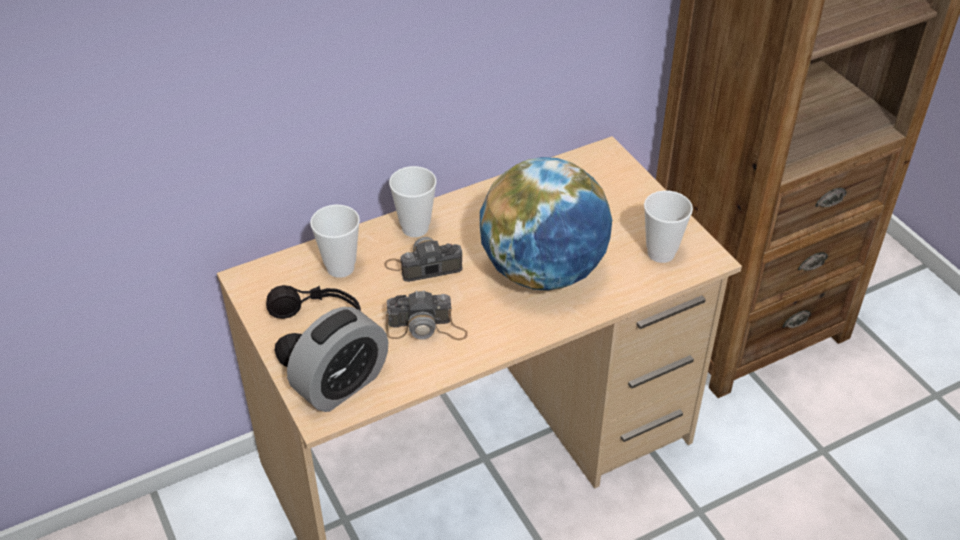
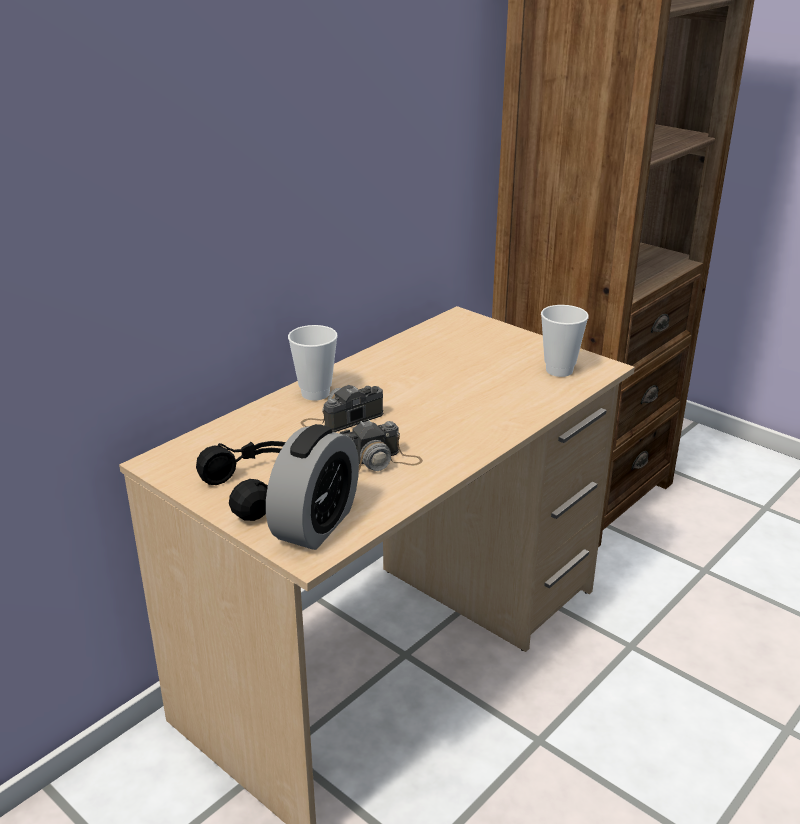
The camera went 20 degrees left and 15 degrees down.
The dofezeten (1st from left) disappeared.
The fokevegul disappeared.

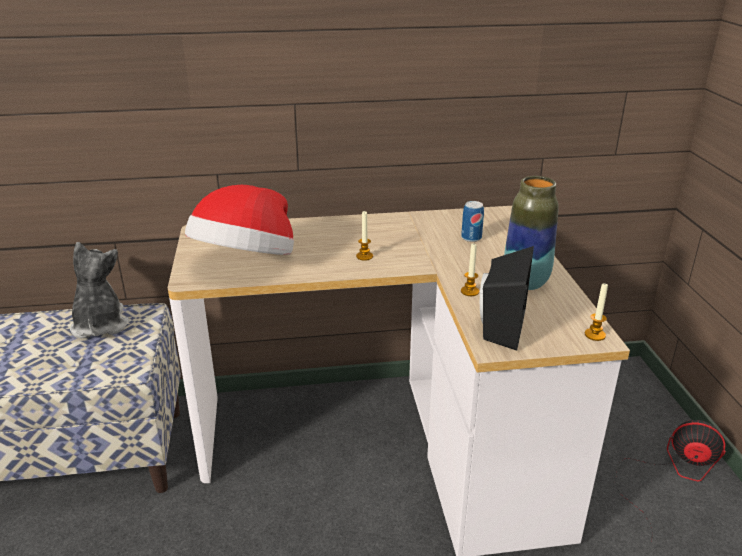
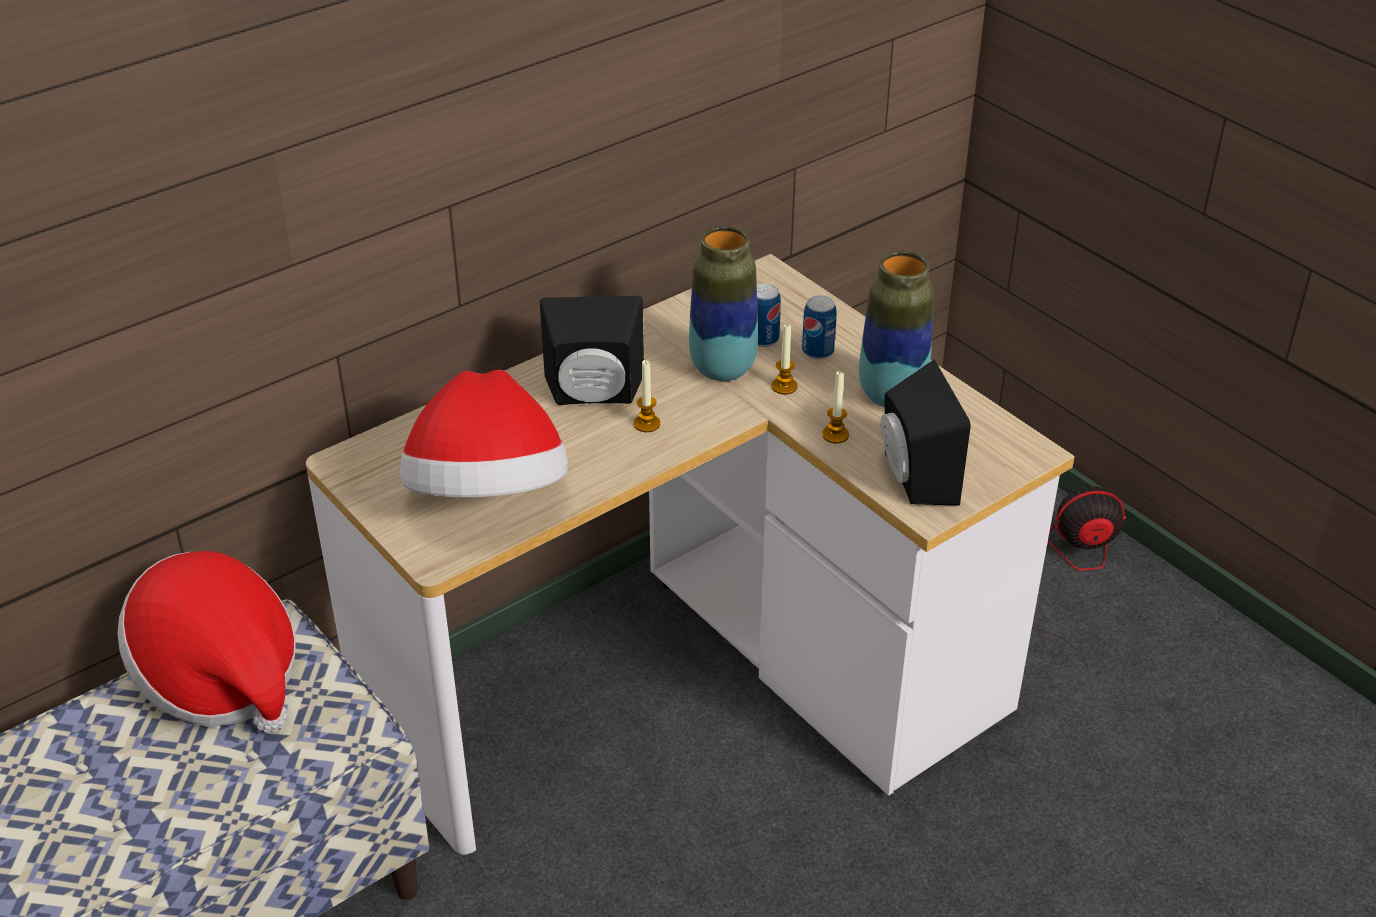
The camera went 30 degrees left and 10 degrees up.
The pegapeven was replaced by the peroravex (1st from left).
The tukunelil (3rd from left in the first image) moved.
The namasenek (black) (1st from left) appeared.
The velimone (1st from left) appeared.
The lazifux (2nd from left) appeared.

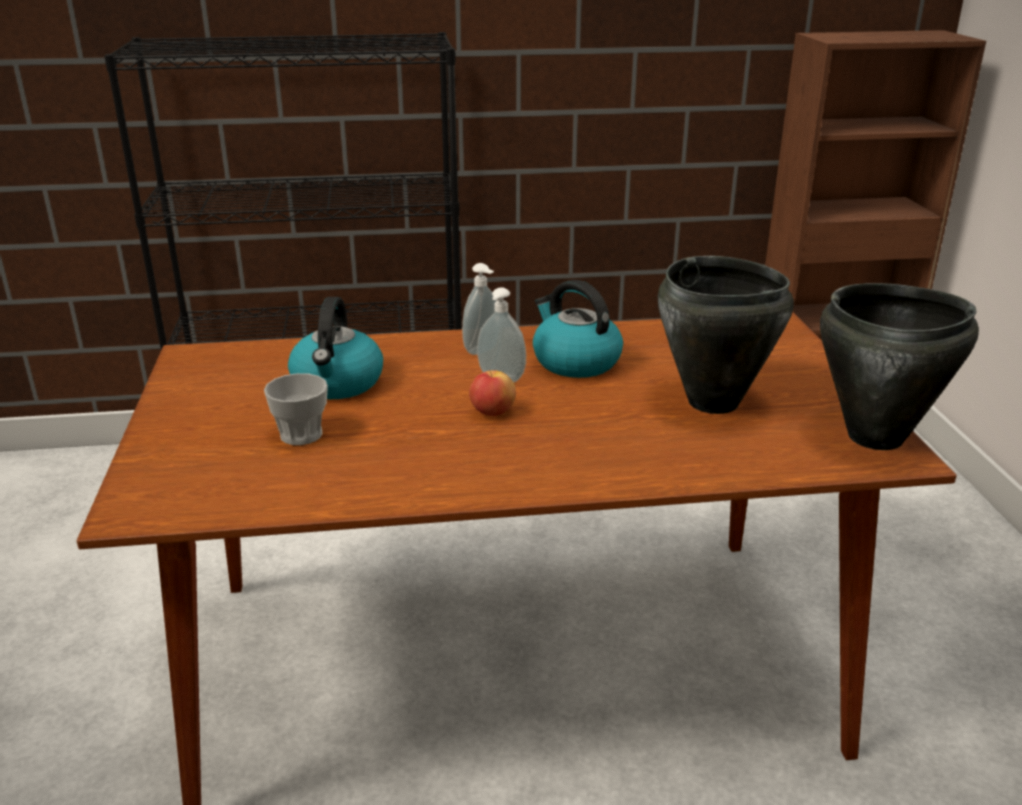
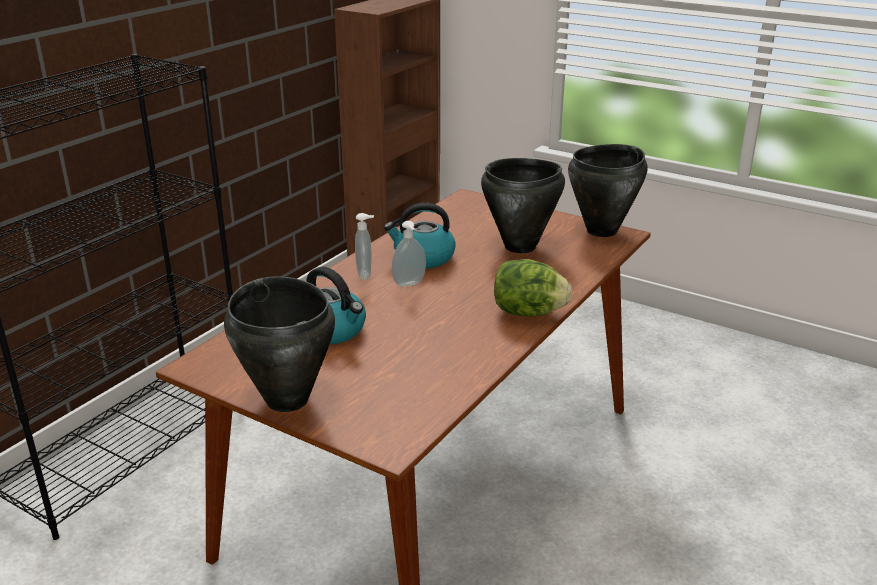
The camera went 50 degrees left and 0 degrees up.
The dofezeten disappeared.
The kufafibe disappeared.
The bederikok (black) (1st from left) appeared.
The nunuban appeared.

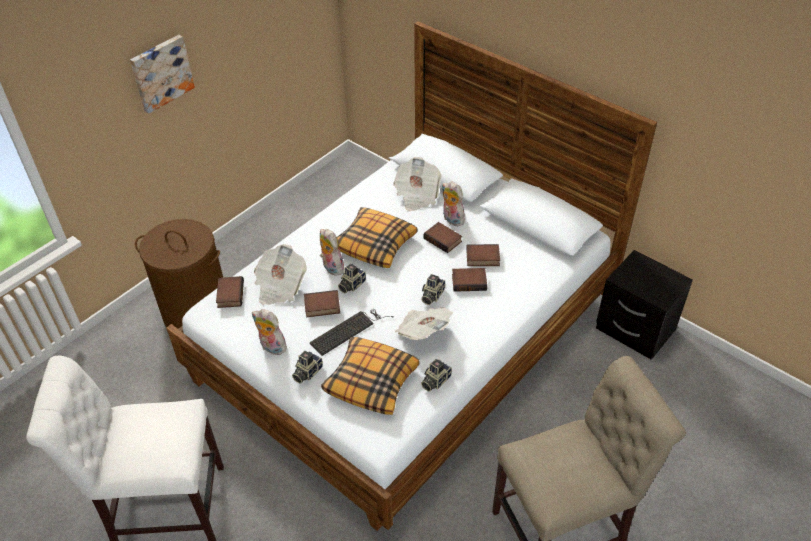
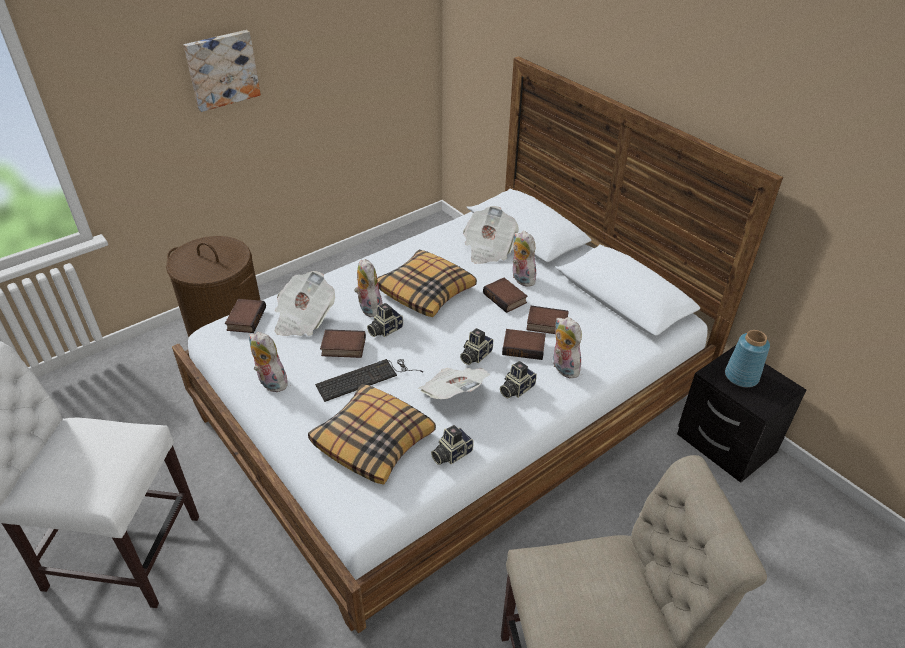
The camera went 10 degrees right and 5 degrees down.
The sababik (1st from left in the first image) moved.
The pegapeven (4th from left) appeared.
The velimone (blue) appeared.

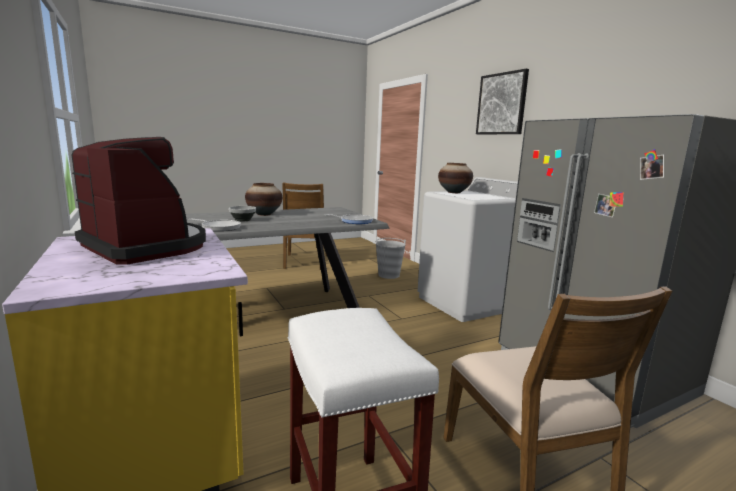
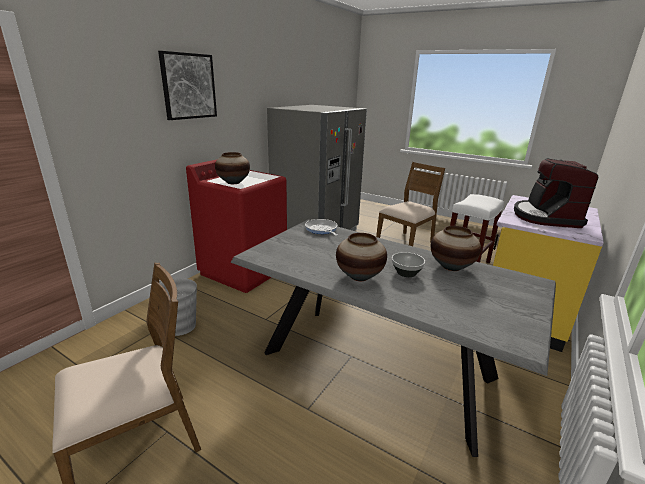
The camera went 120 degrees left and 10 degrees up.
The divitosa (1st from left) was replaced by the velimone (3rd from left).
The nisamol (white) became the nisamol (red).

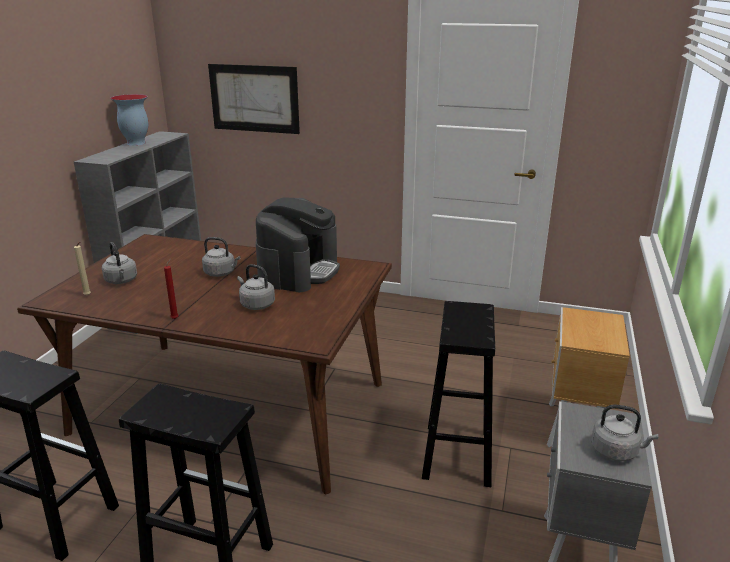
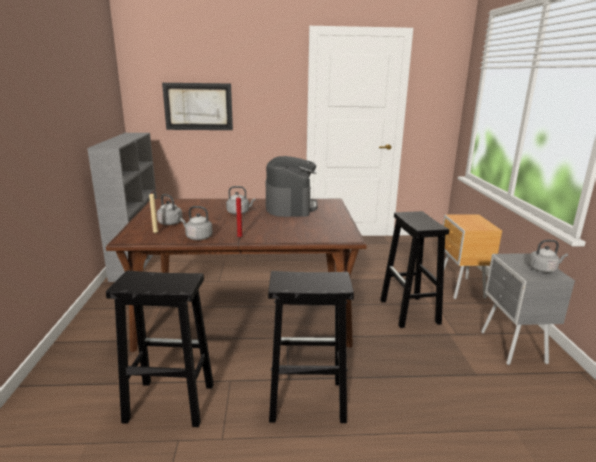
The camera went 20 degrees left and 5 degrees down.
The velimone disappeared.
The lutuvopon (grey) (3rd from left in the first image) moved.

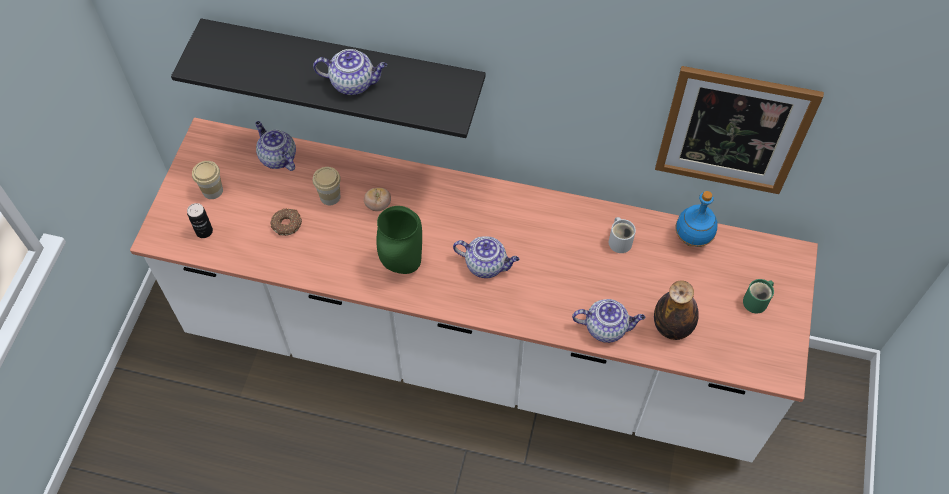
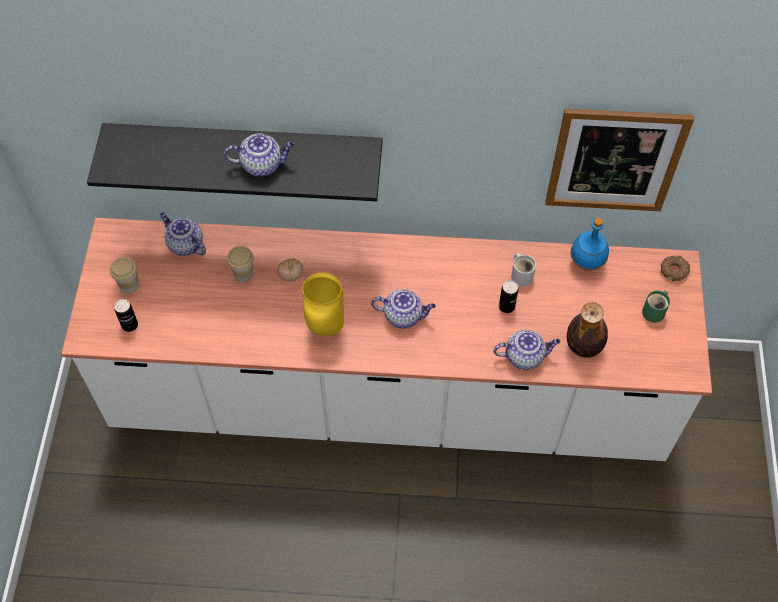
The camera went 10 degrees left and 0 degrees up.
The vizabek moved.
The velimone (green) became the velimone (yellow).
The lazifux (2nd from left) appeared.

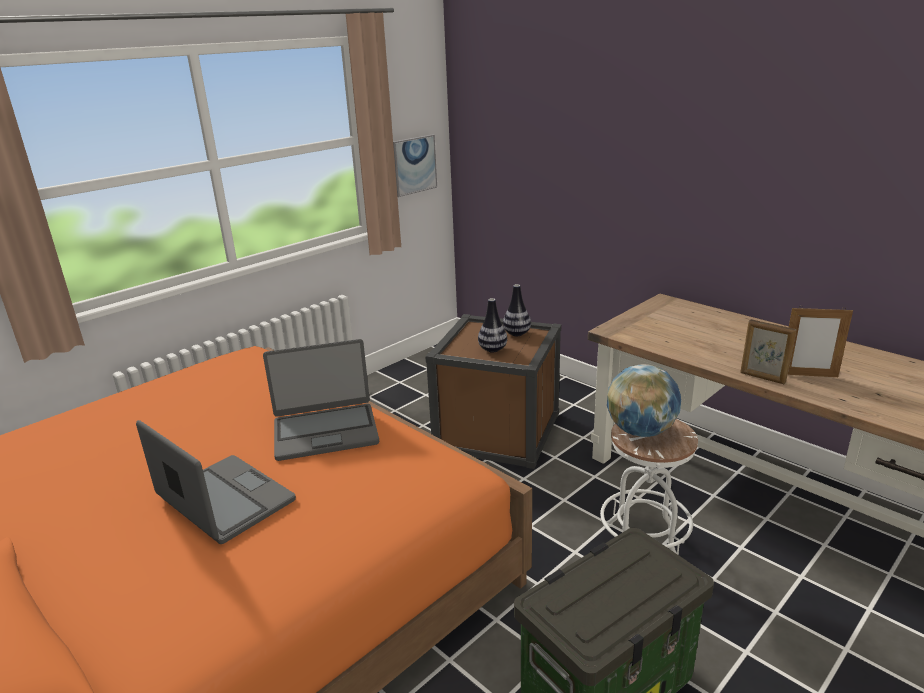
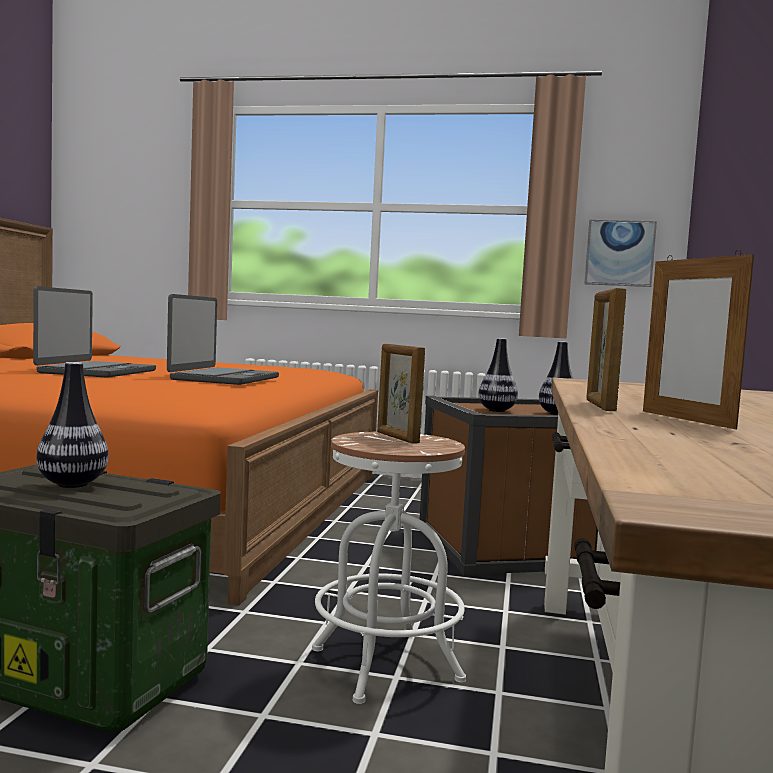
The camera went 55 degrees right and 20 degrees down.
The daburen (2nd from left) turned 120 degrees counterclockwise.
The fokevegul was replaced by the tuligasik (1st from left).
The velimone (1st from left) appeared.

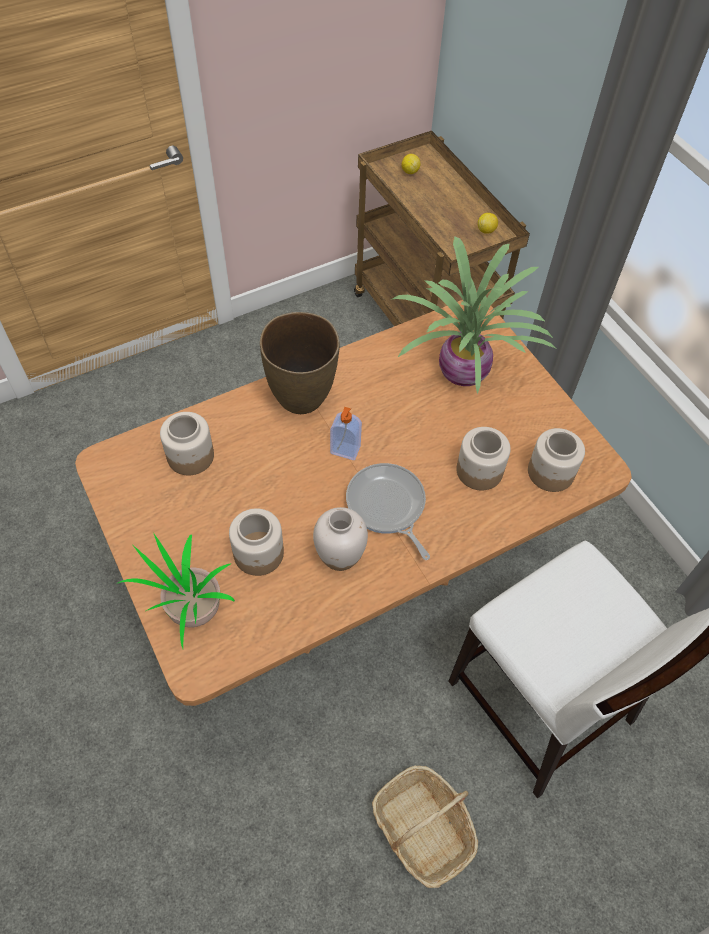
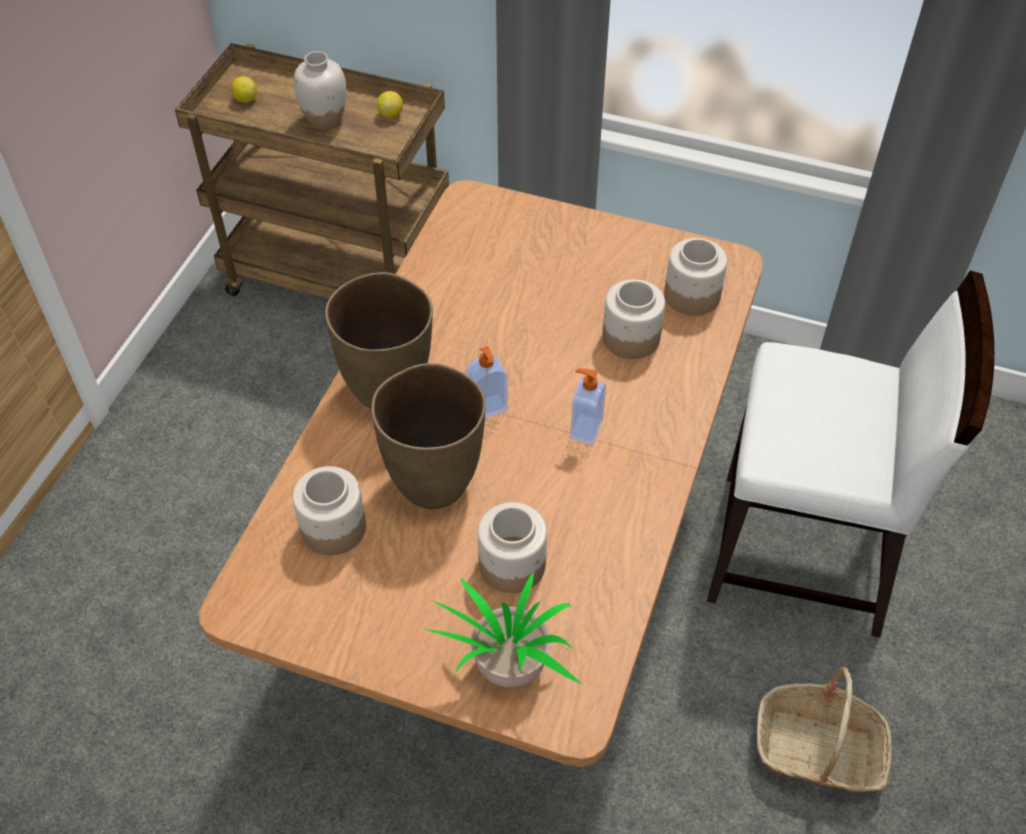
The camera went 40 degrees left and 5 degrees down.
The velimone (white) moved.
The divitosa was replaced by the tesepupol (2nd from left).
The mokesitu (2nd from left) disappeared.
The velimone (brown) (2nd from left) appeared.

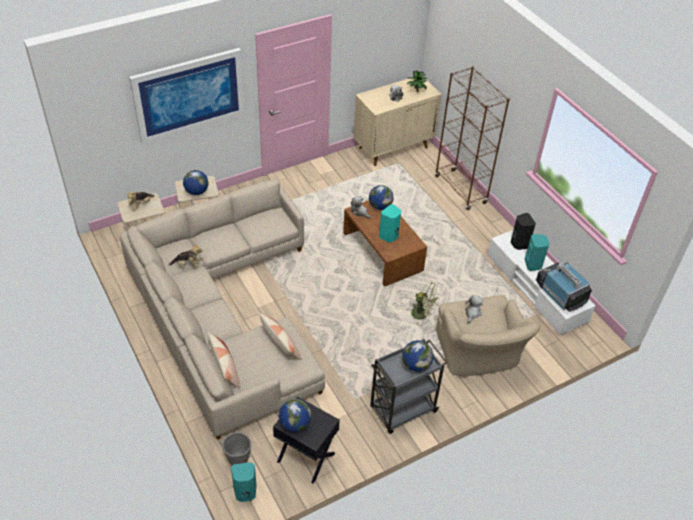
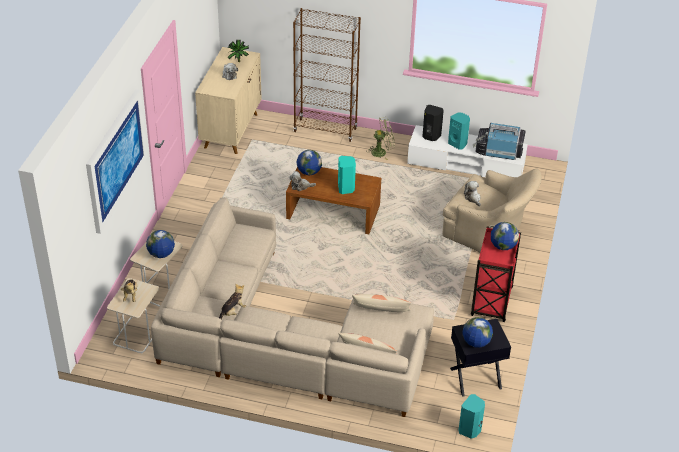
The camera went 45 degrees left and 5 degrees down.
The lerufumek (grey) disappeared.
The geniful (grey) became the geniful (red).
The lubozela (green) moved.

